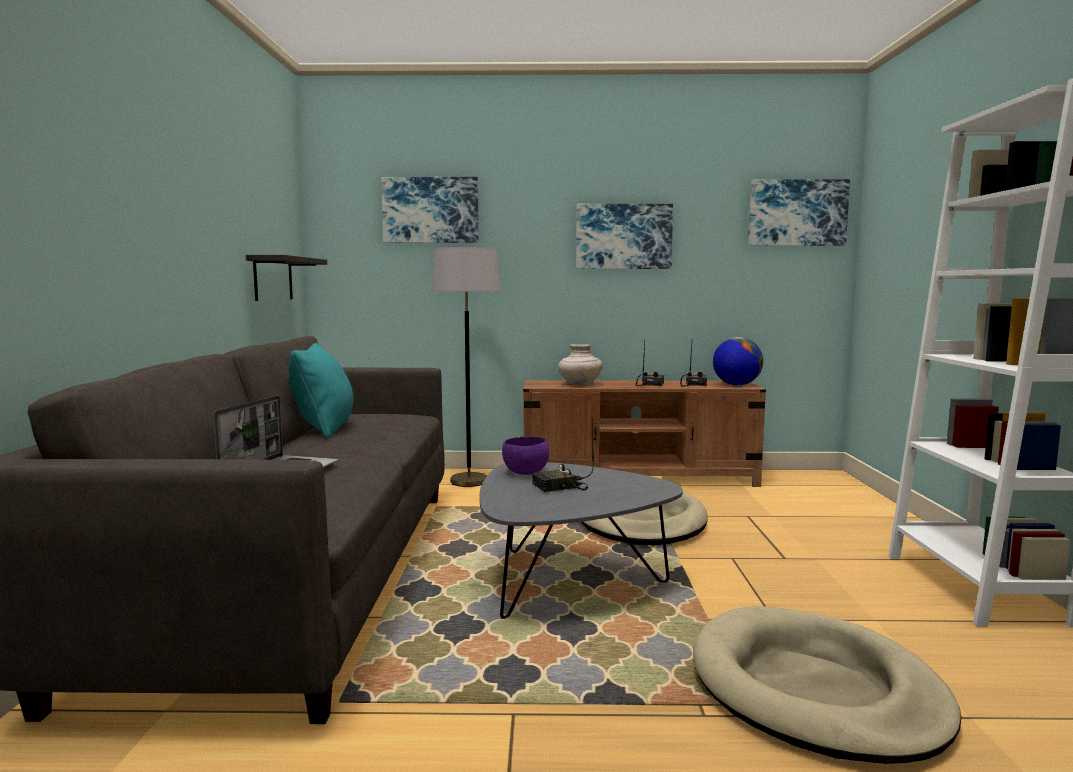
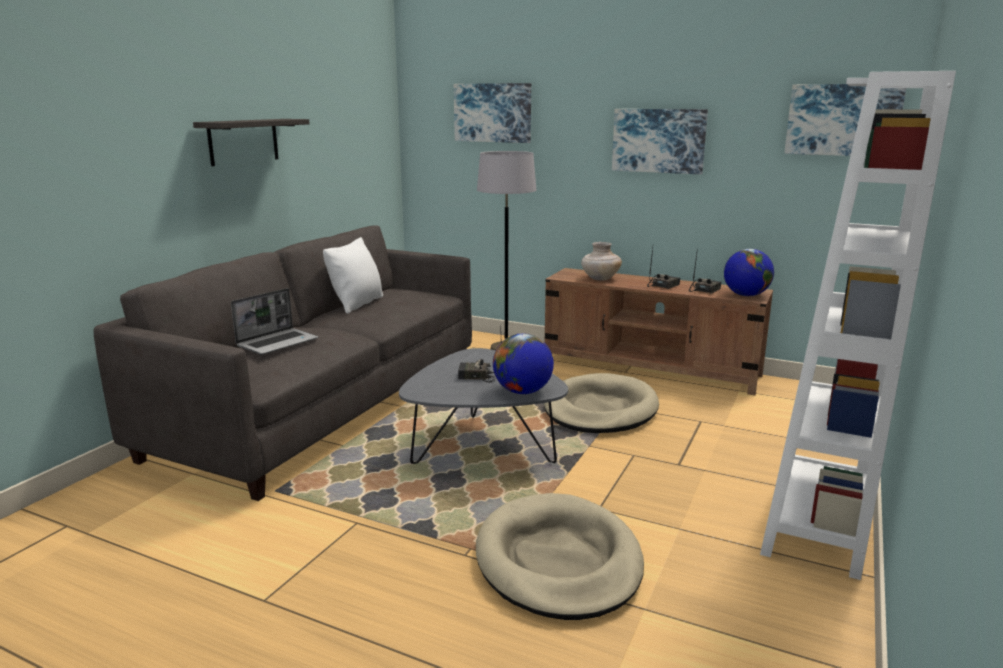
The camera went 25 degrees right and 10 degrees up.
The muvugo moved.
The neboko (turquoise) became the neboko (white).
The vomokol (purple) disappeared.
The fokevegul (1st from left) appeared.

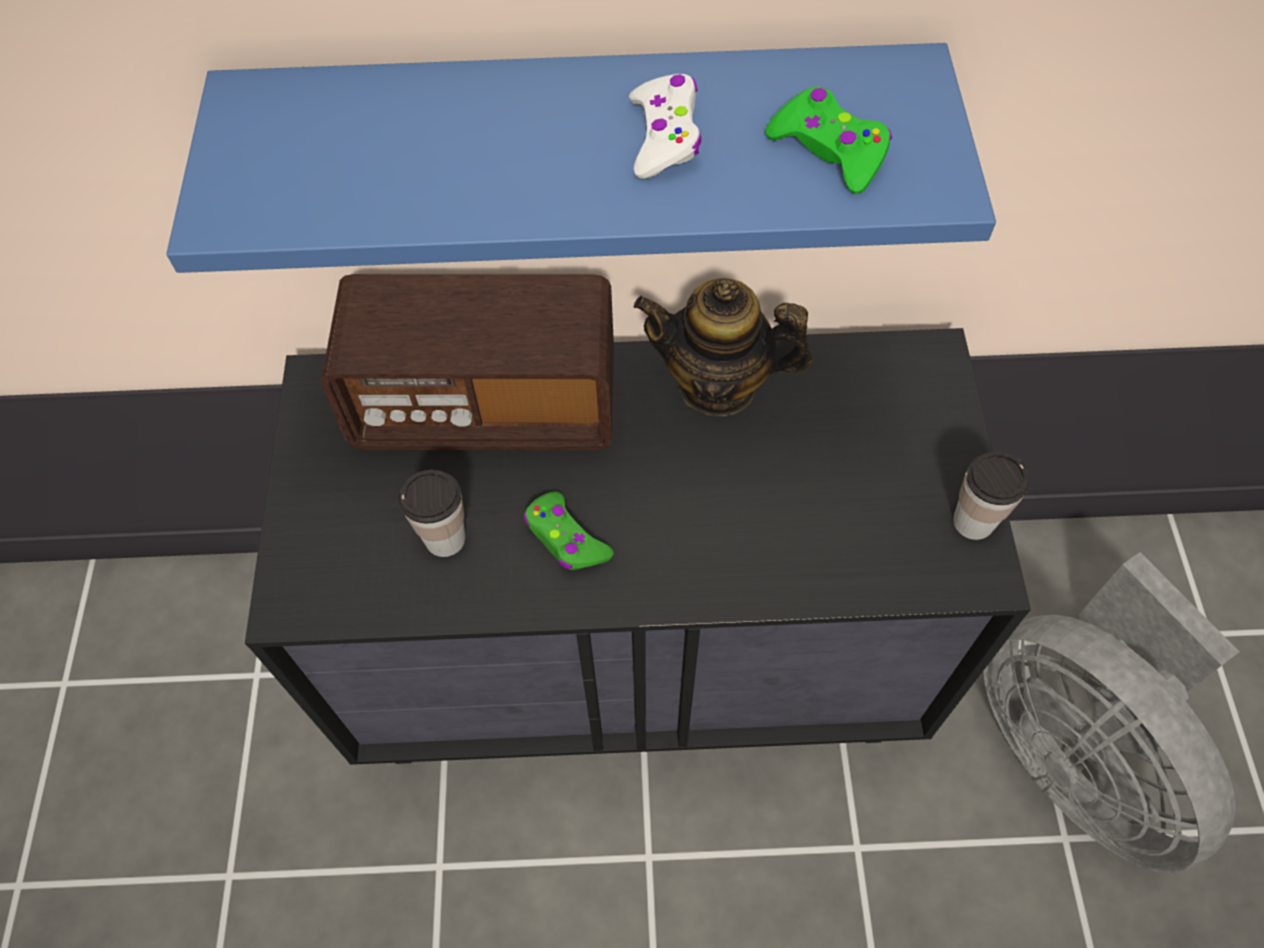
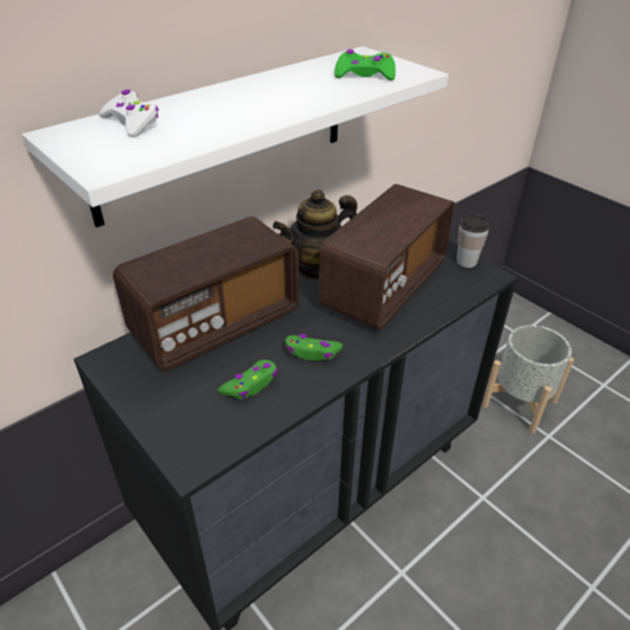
The camera went 40 degrees left and 20 degrees down.
The muvugo (blue) became the muvugo (white).
The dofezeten (1st from left) was replaced by the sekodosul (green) (1st from left).
The sekodosul (white) moved.
The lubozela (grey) was replaced by the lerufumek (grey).
The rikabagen (2nd from left) appeared.

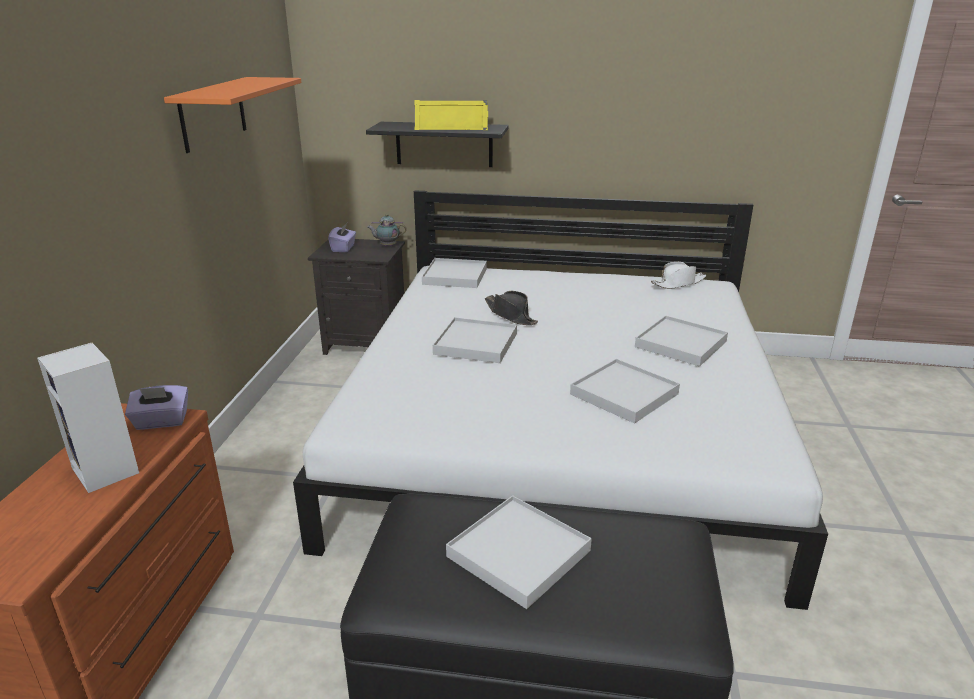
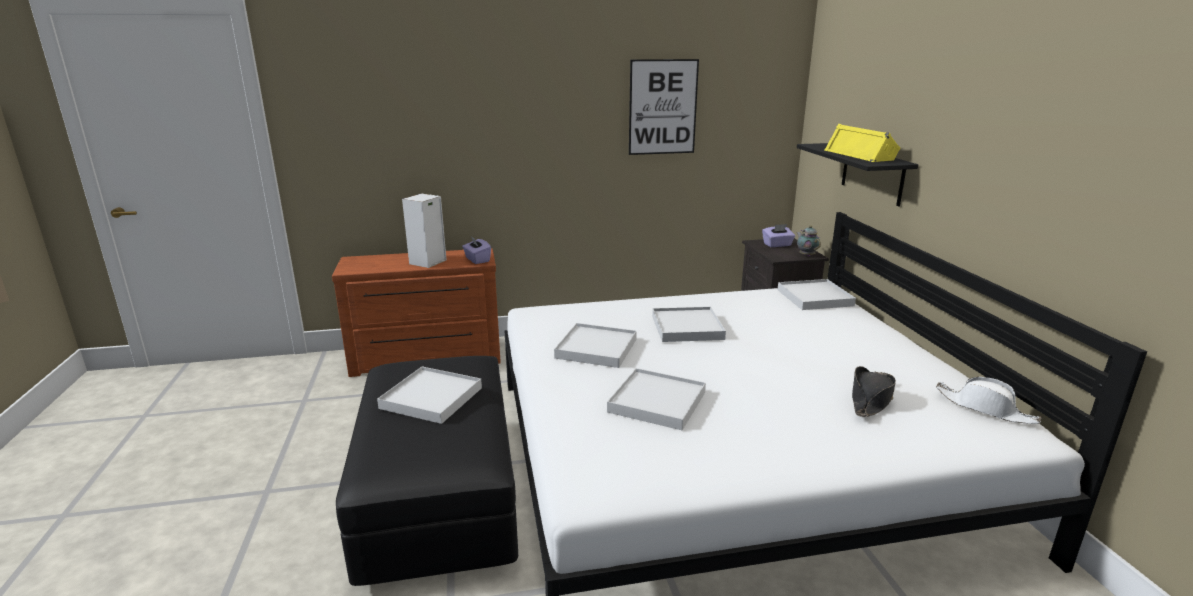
The camera went 70 degrees right and 5 degrees down.
The muvugo (orange) was replaced by the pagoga.
The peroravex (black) moved.
The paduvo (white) (5th from left in the first image) moved.

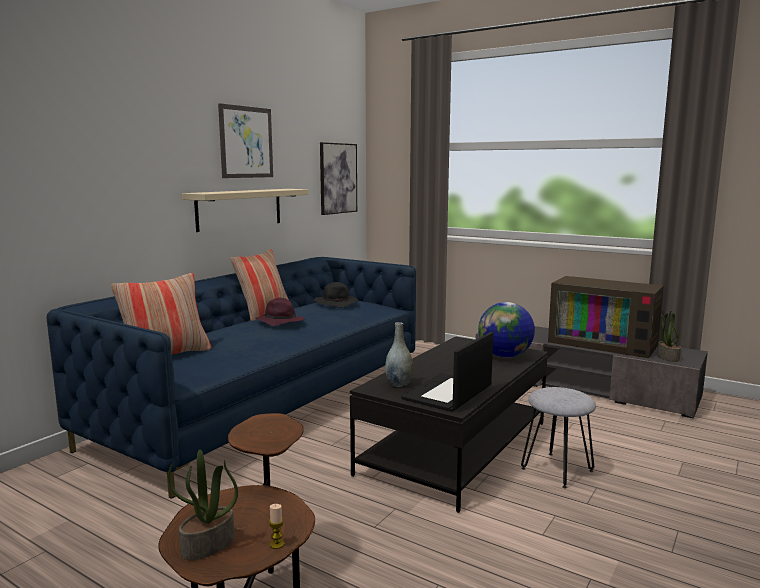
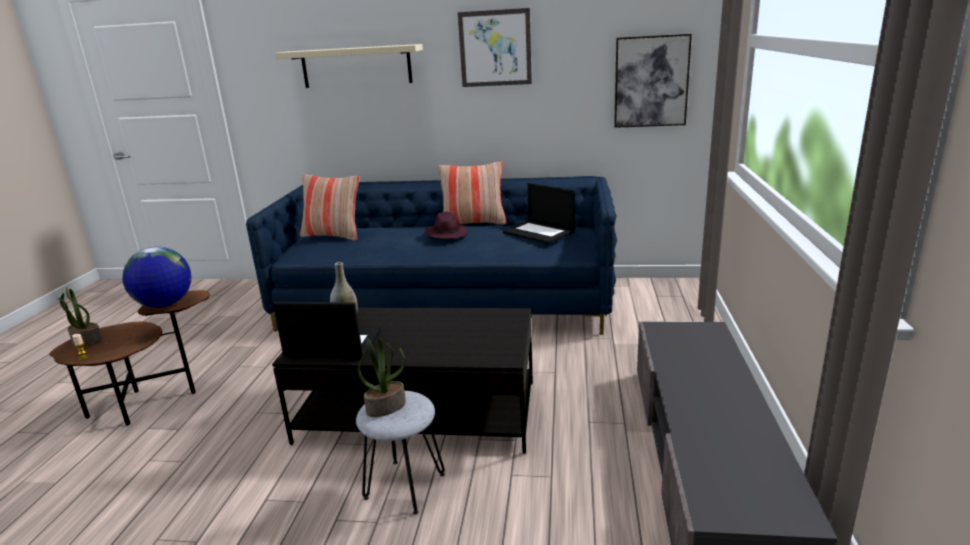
The camera went 65 degrees right and 10 degrees up.
The muvugo (beige) moved.
The peroravex (black) was replaced by the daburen (2nd from left).
The fokevegul moved.
The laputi disappeared.
The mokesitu (2nd from left) moved.

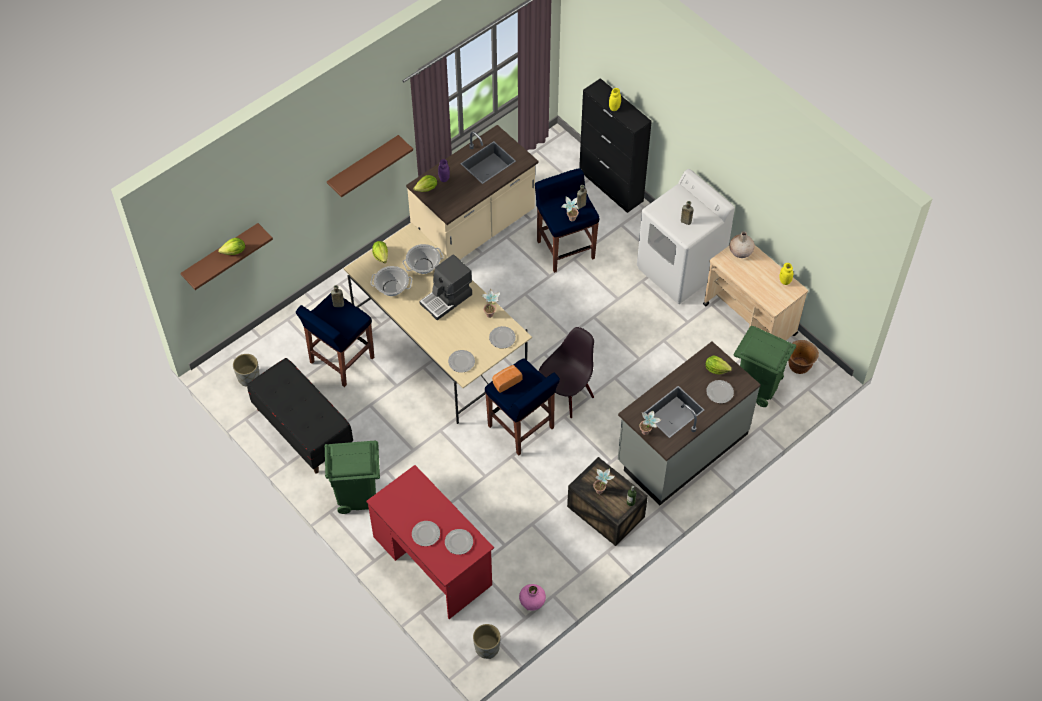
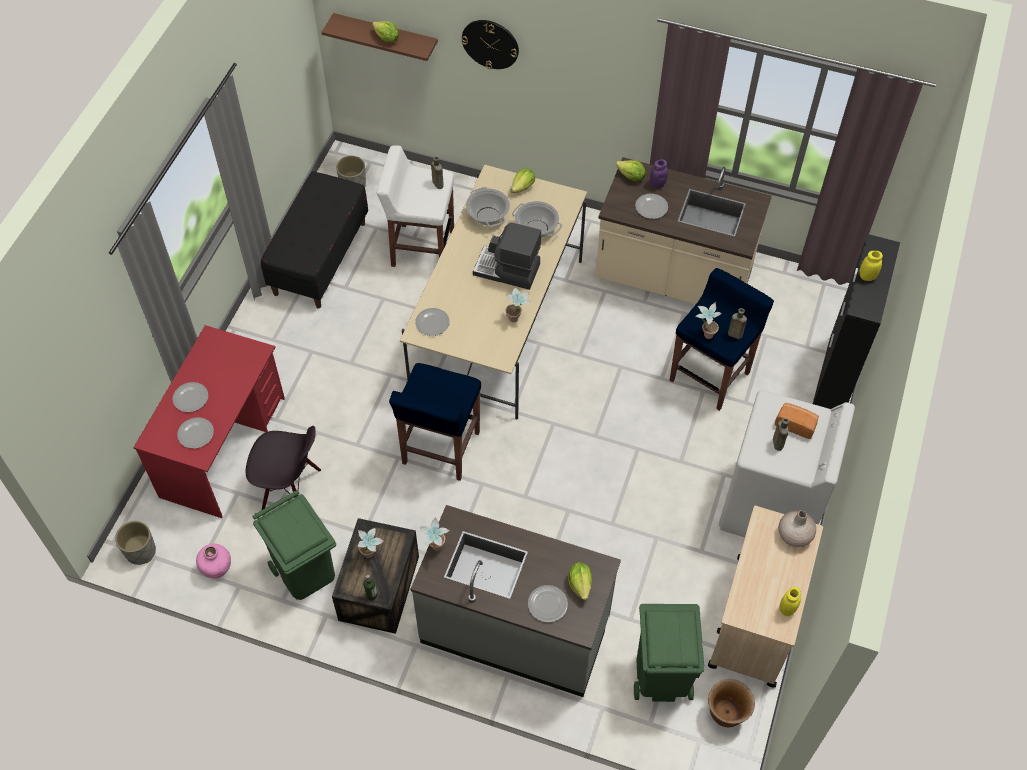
The camera went 60 degrees right and 0 degrees up.
The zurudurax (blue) (1st from left) became the zurudurax (white).
The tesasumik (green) (1st from left) moved.
The muvugo (brown) (2nd from left) disappeared.
The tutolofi (4th from left in the first image) moved.
The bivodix moved.
The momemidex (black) moved.
The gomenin appeared.

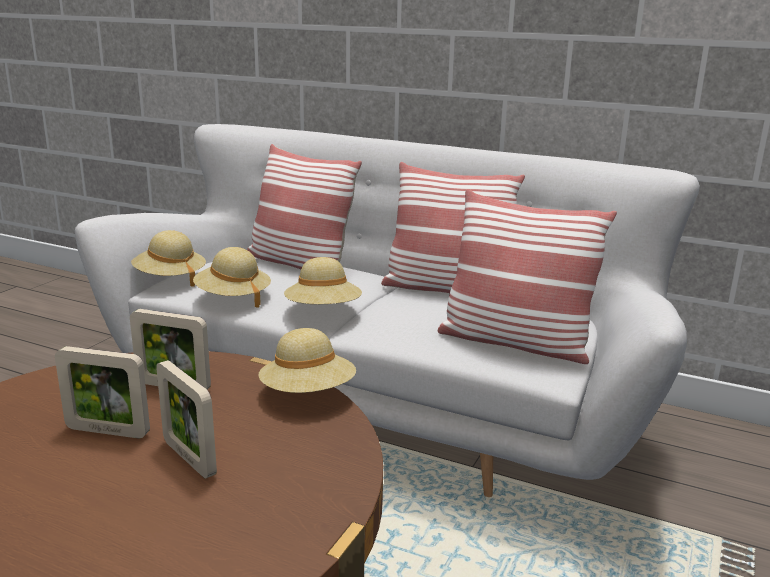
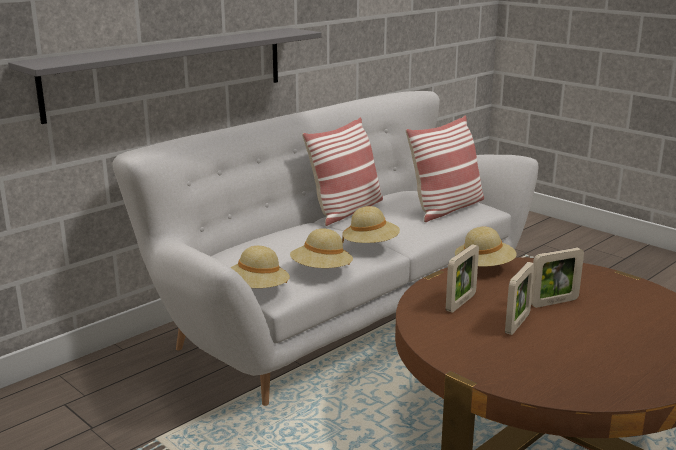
The camera went 70 degrees left and 0 degrees up.
The neboko (1st from left) disappeared.
The muvugo (grey) appeared.

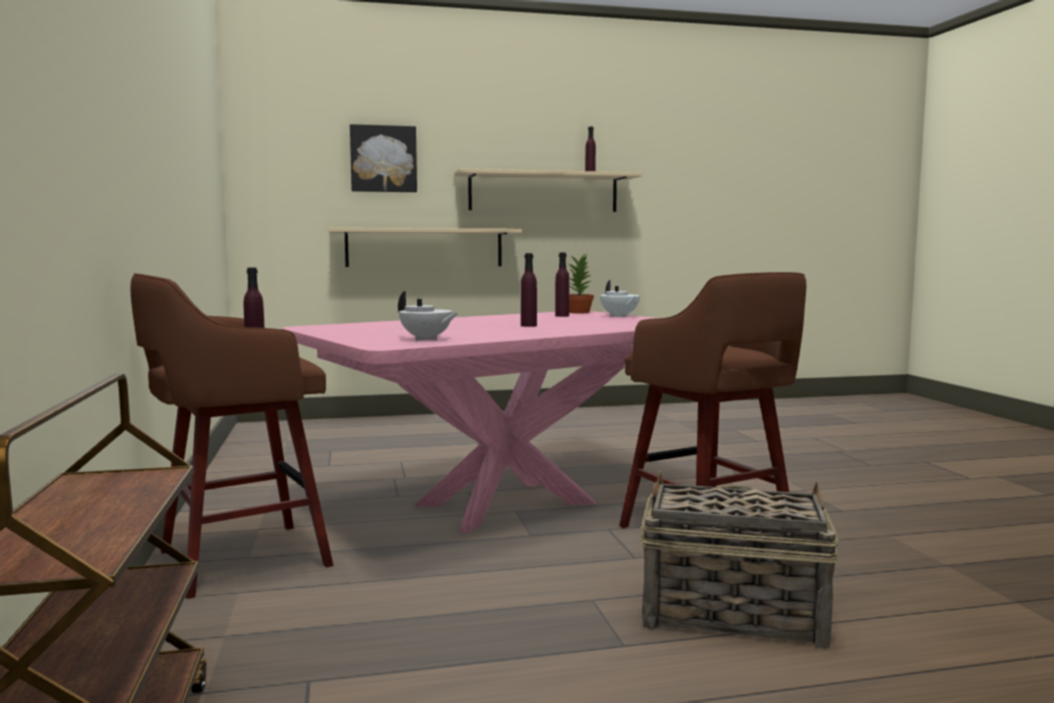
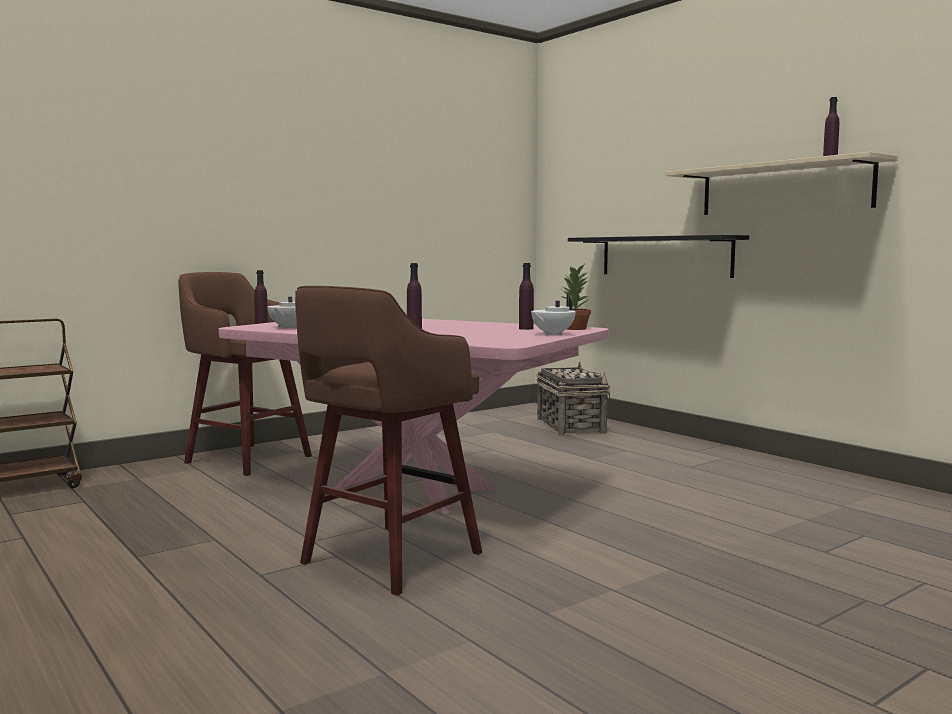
The camera went 65 degrees right and 0 degrees up.
The muvugo (beige) (1st from left) became the muvugo (black).
The pagoga disappeared.
The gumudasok moved.

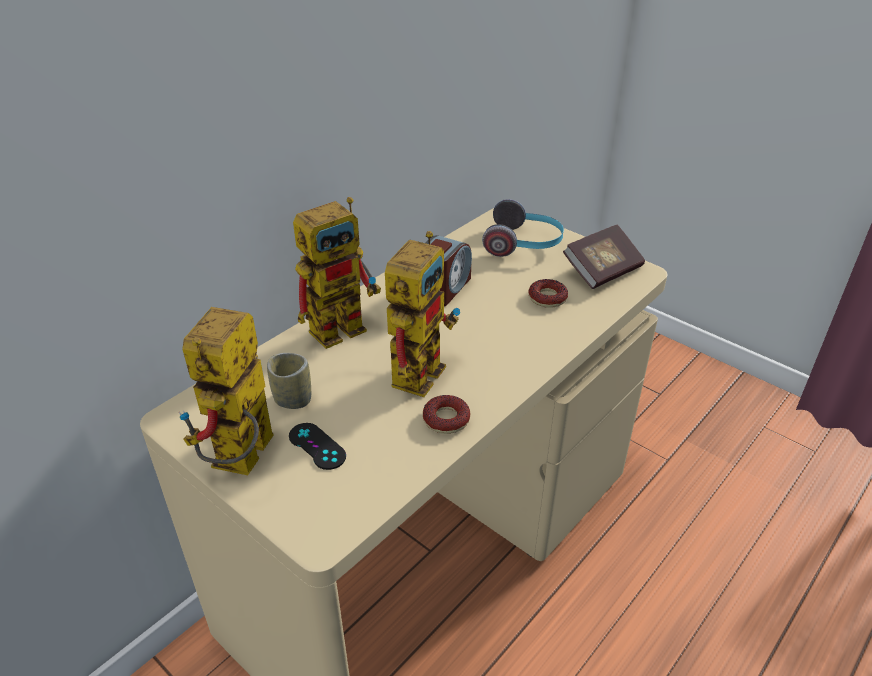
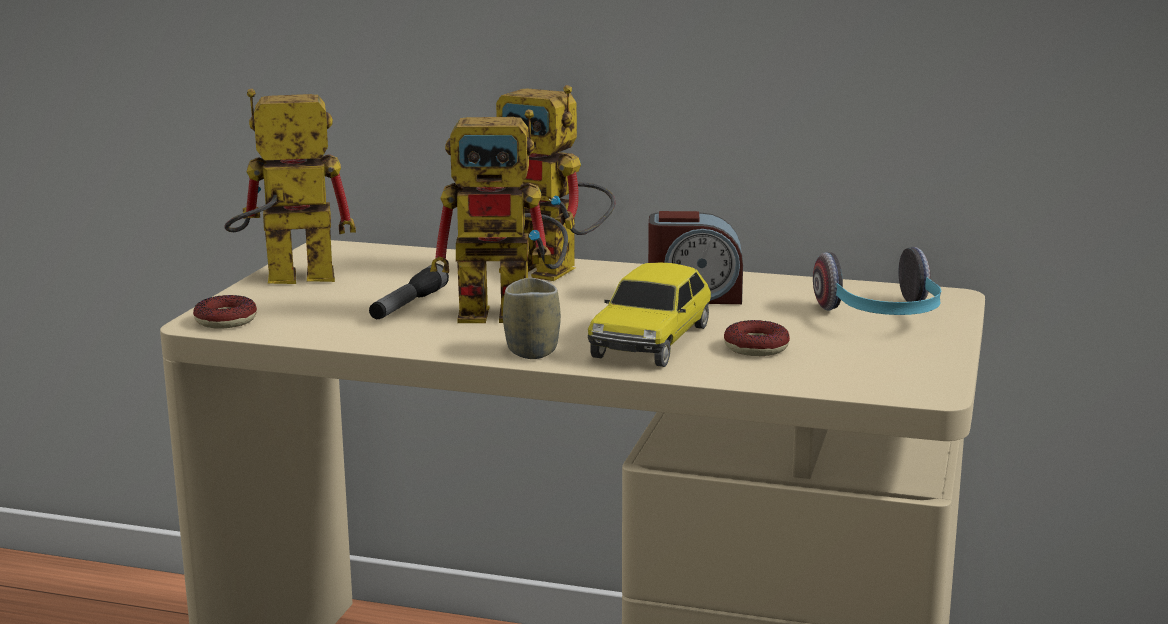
The camera went 65 degrees right and 20 degrees down.
The dofezeten moved.
The sekodosul (black) disappeared.
The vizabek (1st from left) moved.
The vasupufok disappeared.
The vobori appeared.
The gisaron appeared.

